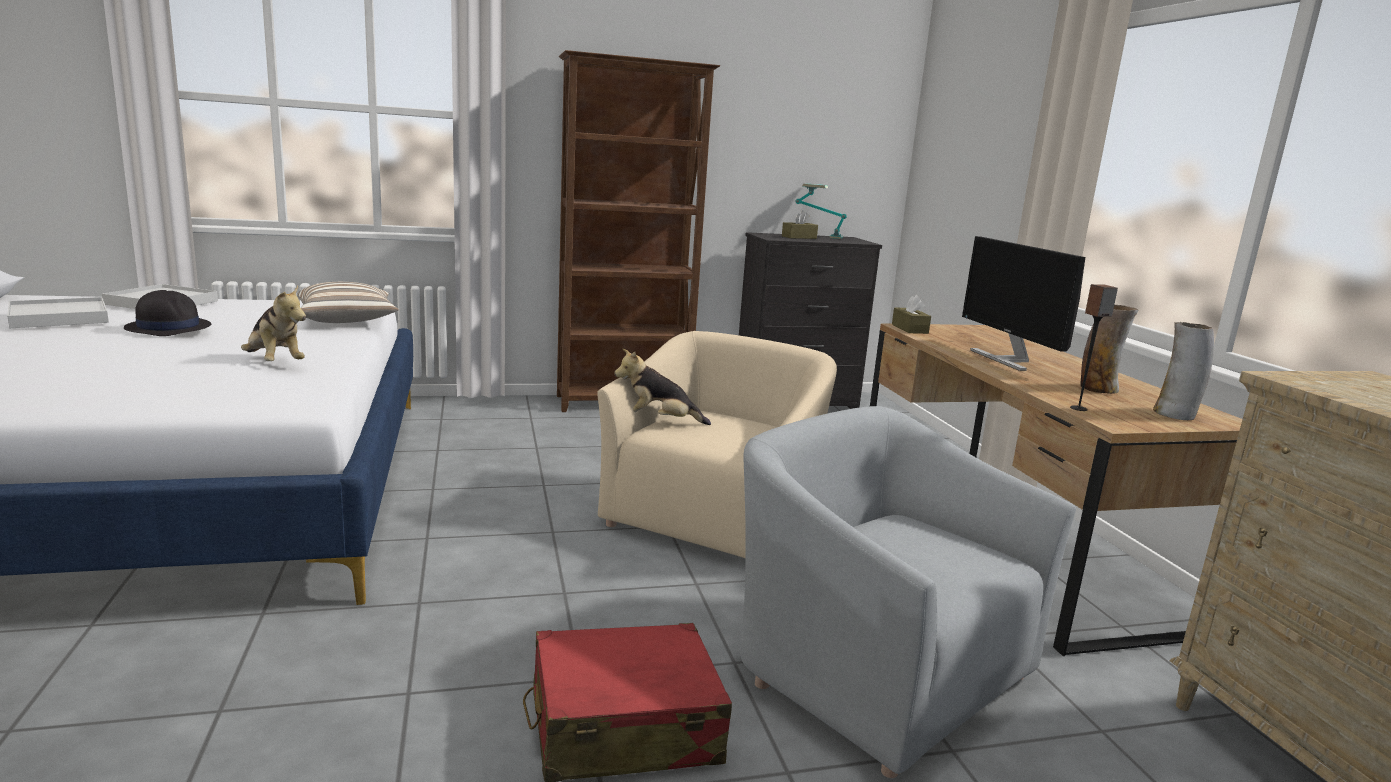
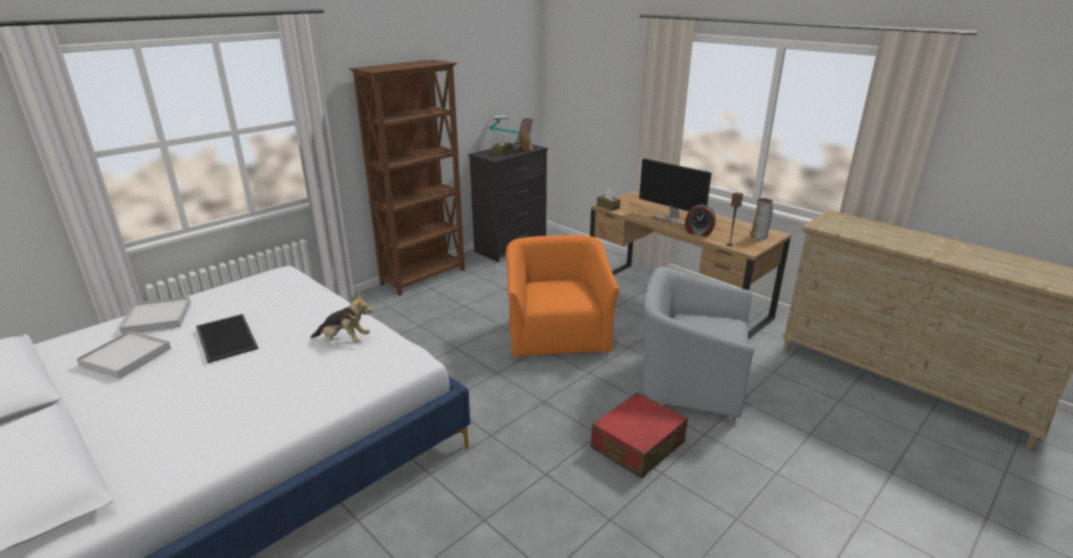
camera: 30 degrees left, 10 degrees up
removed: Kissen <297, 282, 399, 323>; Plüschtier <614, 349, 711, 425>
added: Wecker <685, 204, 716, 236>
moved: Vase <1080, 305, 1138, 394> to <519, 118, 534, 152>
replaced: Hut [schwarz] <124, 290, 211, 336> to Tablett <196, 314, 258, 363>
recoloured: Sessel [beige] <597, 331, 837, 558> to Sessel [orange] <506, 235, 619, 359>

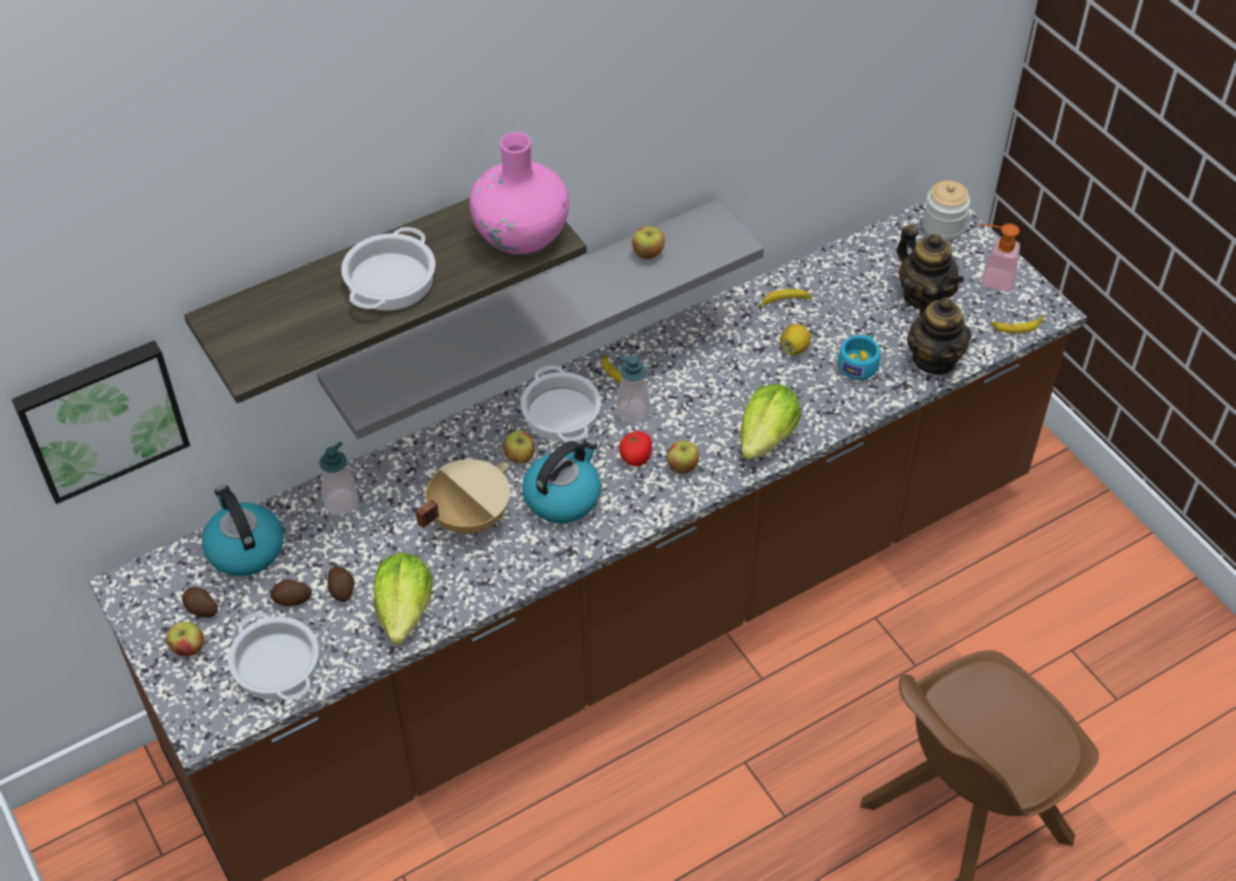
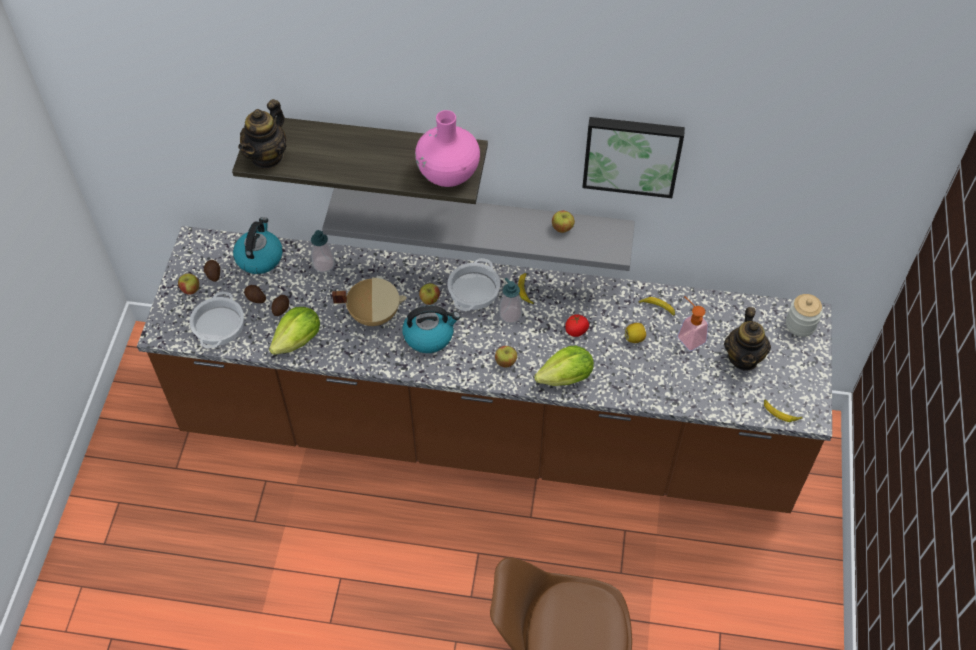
camera: 40 degrees right, 5 degrees up
removed: Kochtopf <341, 227, 435, 310>; Tasse [türkis] <838, 335, 880, 380>
moved: Bild <12, 340, 190, 504> to <582, 117, 685, 198>; Tomate <619, 431, 652, 466> to <565, 315, 589, 337>; Teekanne <907, 283, 971, 375> to <238, 99, 286, 169>; Seifenspender <979, 224, 1020, 292> to <677, 296, 708, 351>

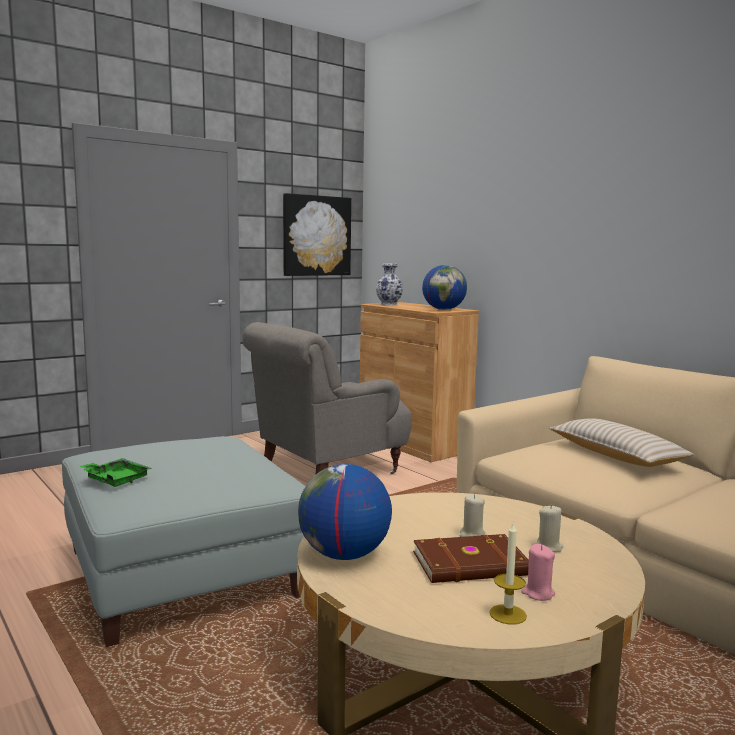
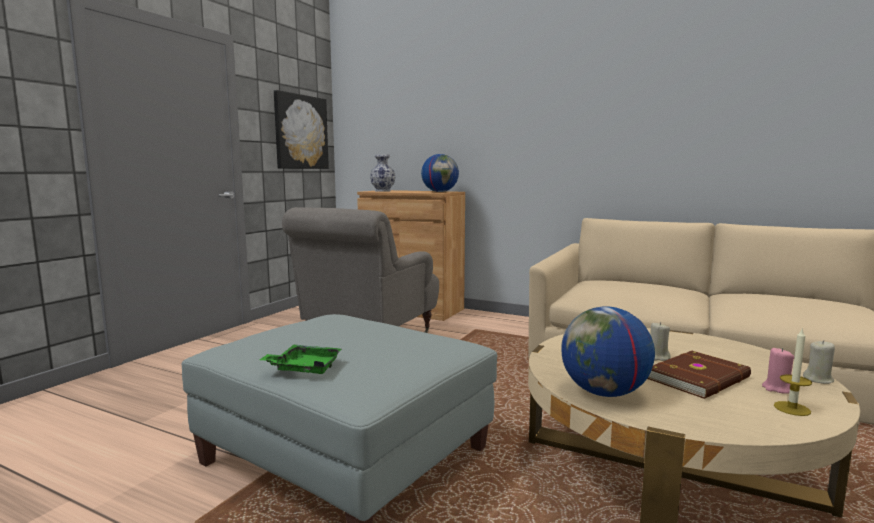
camera: 25 degrees left, 0 degrees up
removed: Kissen [beige] <549, 418, 694, 467>
moved: Kerze [beige] <535, 505, 564, 552> to <803, 340, 835, 384>

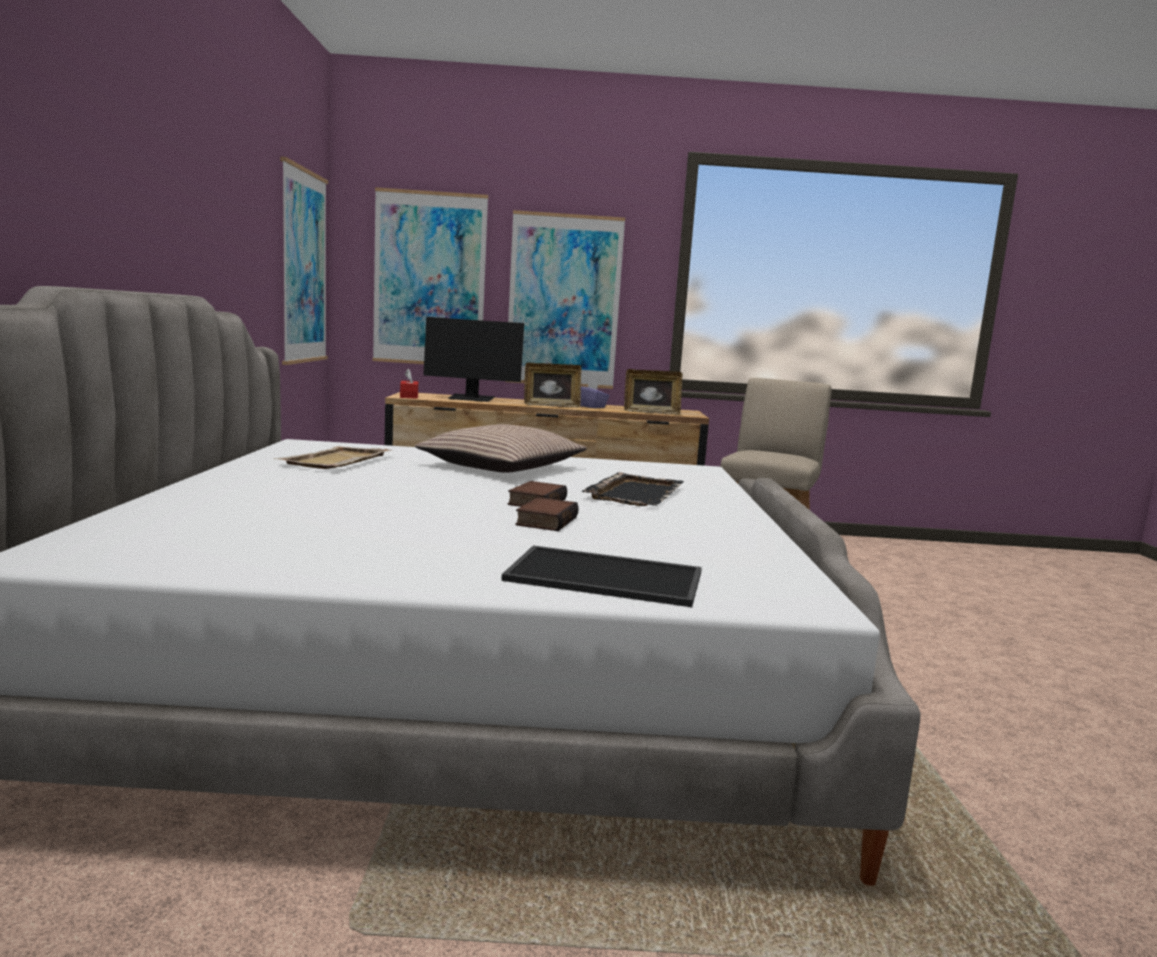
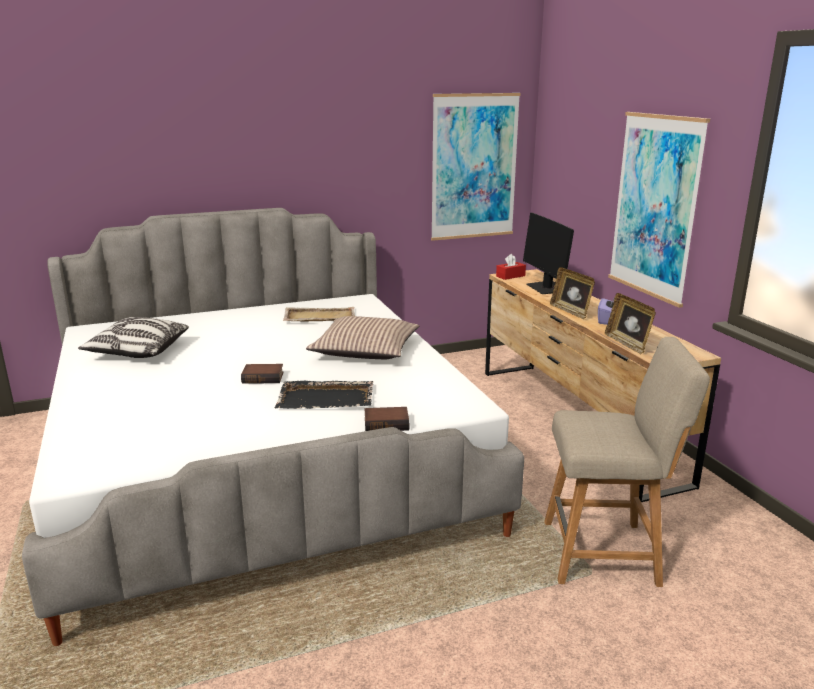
camera: 70 degrees right, 10 degrees up
removed: Bild <373, 187, 488, 364>; Tablett <501, 545, 702, 607>
added: Kissen <78, 317, 189, 358>
moved: Buch <515, 497, 579, 531> to <365, 407, 409, 431>

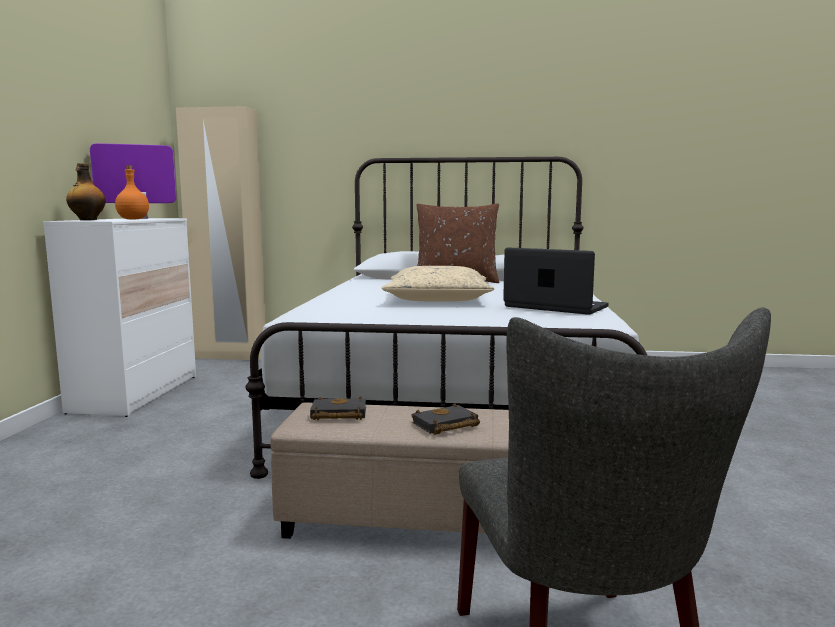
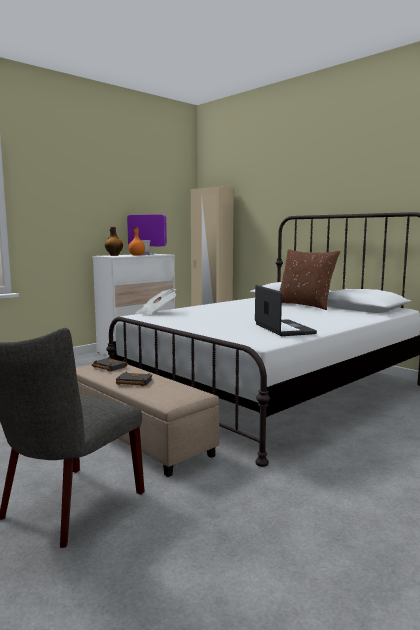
camera: 40 degrees right, 0 degrees up
removed: Kissen [beige] <382, 266, 494, 302>
added: Zeitung <135, 289, 177, 314>

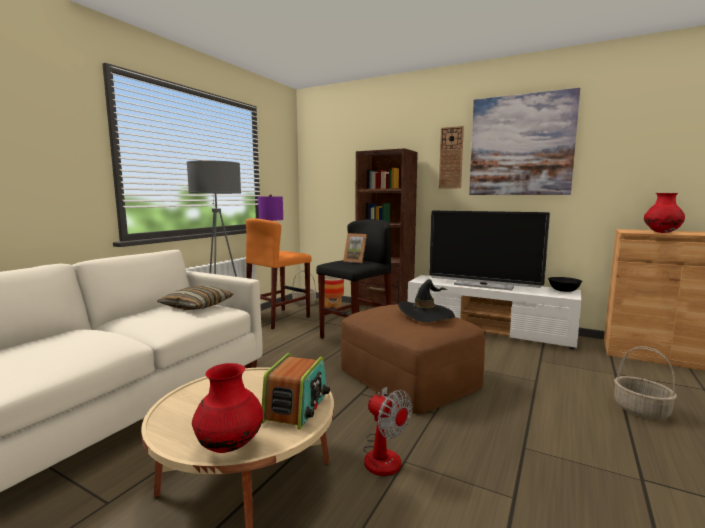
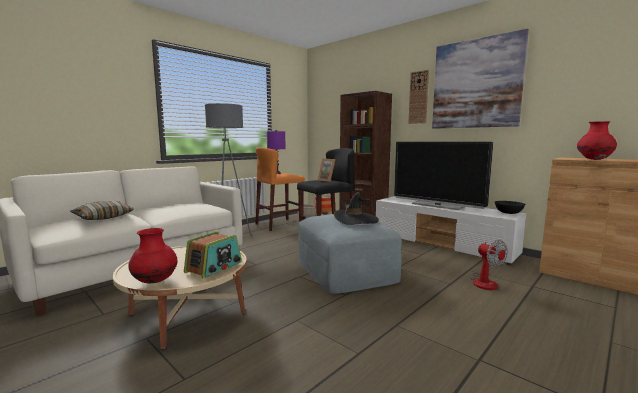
camera: 15 degrees right, 0 degrees up
removed: Korb <614, 346, 677, 420>
moved: Kissen <157, 286, 233, 310> to <70, 201, 134, 220>; Ventilator <363, 387, 412, 476> to <471, 240, 508, 290>
recoloured: Polsterhocker [braun] <341, 304, 485, 414> to Polsterhocker [grau] <298, 214, 402, 294>

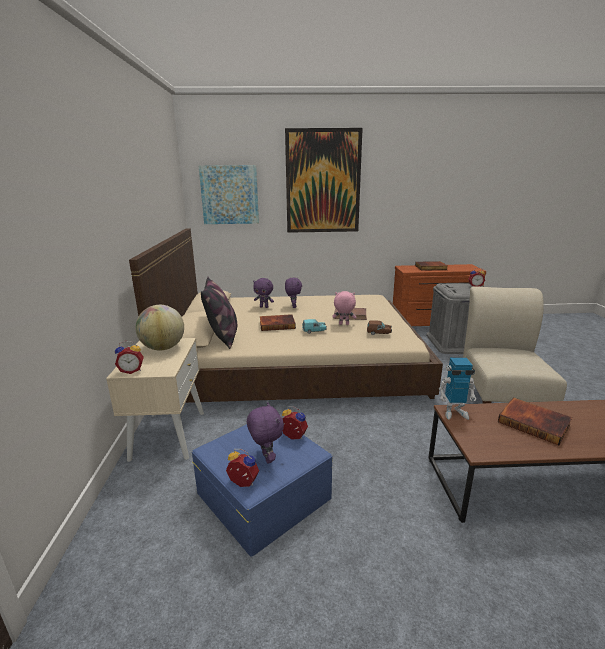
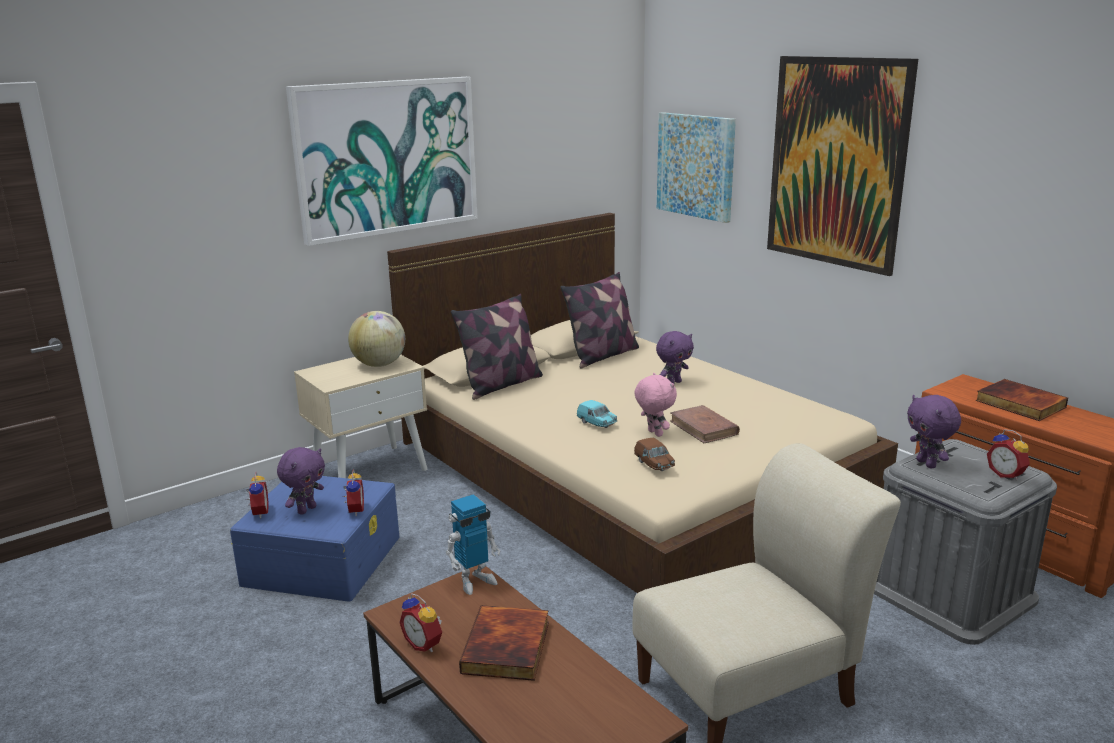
camera: 55 degrees right, 0 degrees up
removed: Buch <260, 314, 296, 331>
added: Bild <286, 77, 478, 246>; Kissen <561, 272, 639, 368>
moved: Wecker <115, 341, 144, 374> to <399, 593, 442, 652>; Plüschtier [lila] <253, 278, 274, 308> to <907, 395, 961, 468>
turned: Spielzeugroboter <439, 358, 476, 420> = <445, 494, 500, 595> 90 degrees counterclockwise

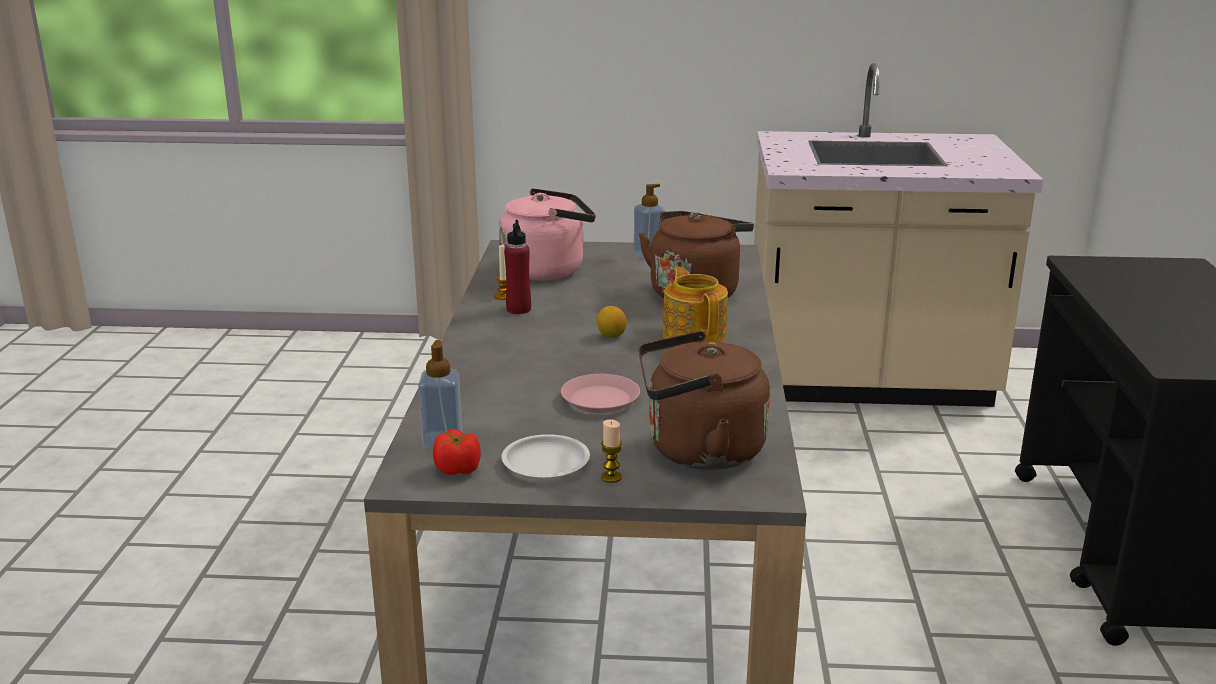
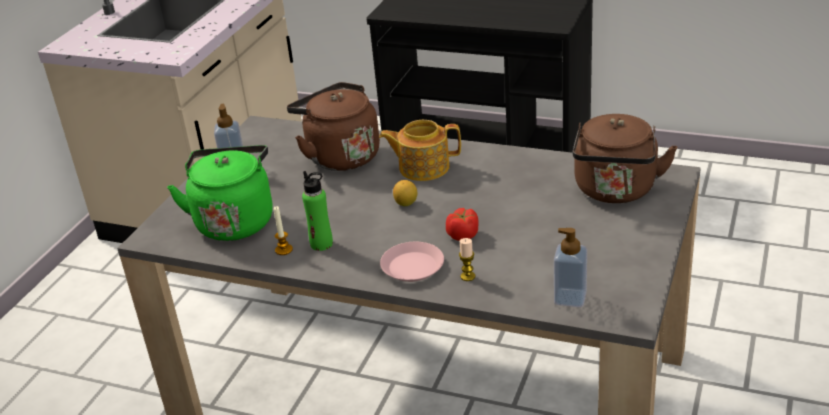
camera: 70 degrees left, 10 degrees up
removed: Teller [weiß] <502, 434, 590, 479>
moved: Tomate <433, 429, 481, 475> to <446, 208, 479, 241>; Teller [rosa] <561, 374, 640, 413> to <380, 242, 444, 282>; Kerze <601, 419, 622, 483> to <459, 238, 475, 281>
recoloured: Wasserkessel [rosa] <499, 188, 596, 281> to Wasserkessel [grün] <167, 145, 273, 241>; Flasche [rot] <504, 220, 531, 314> to Flasche [grün] <302, 171, 333, 251>

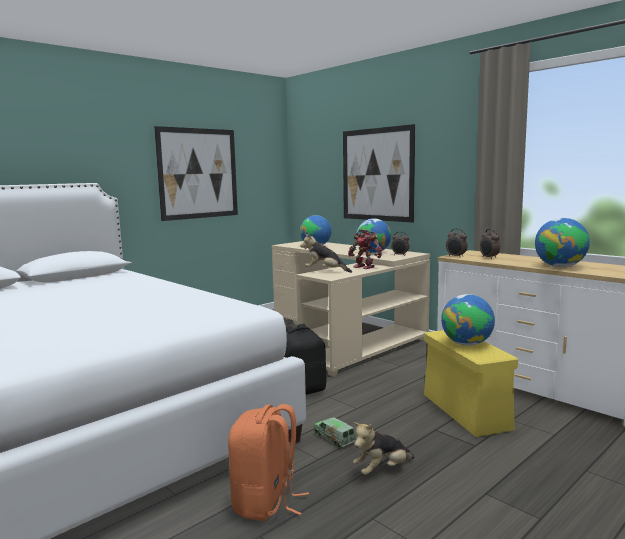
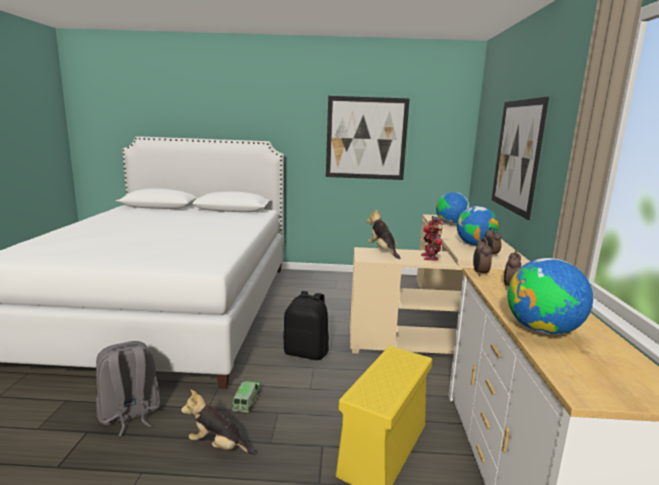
camera: 45 degrees right, 5 degrees up
removed: Globus <441, 294, 495, 346>
recoloured: Rucksack [orange] <228, 404, 309, 521> to Rucksack [grau] <96, 341, 161, 436>

